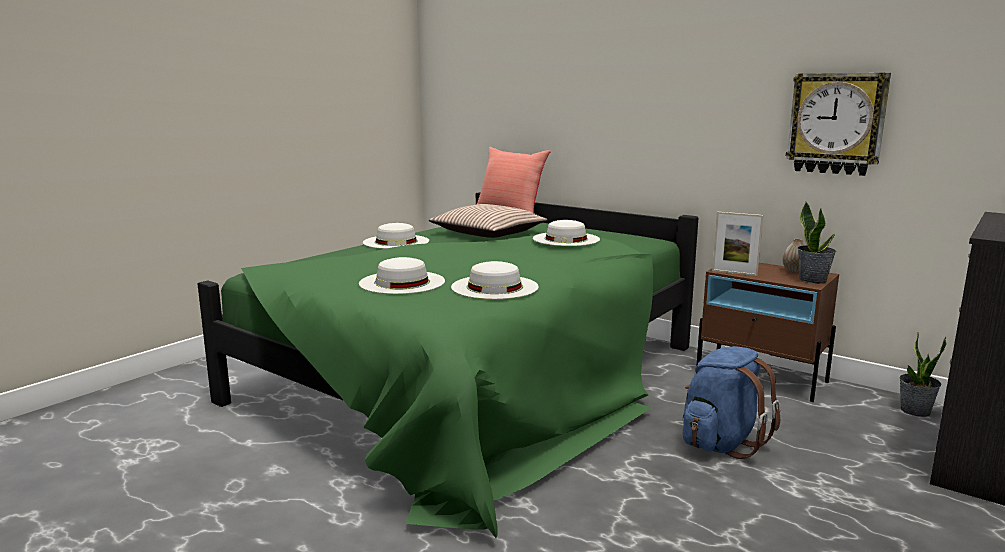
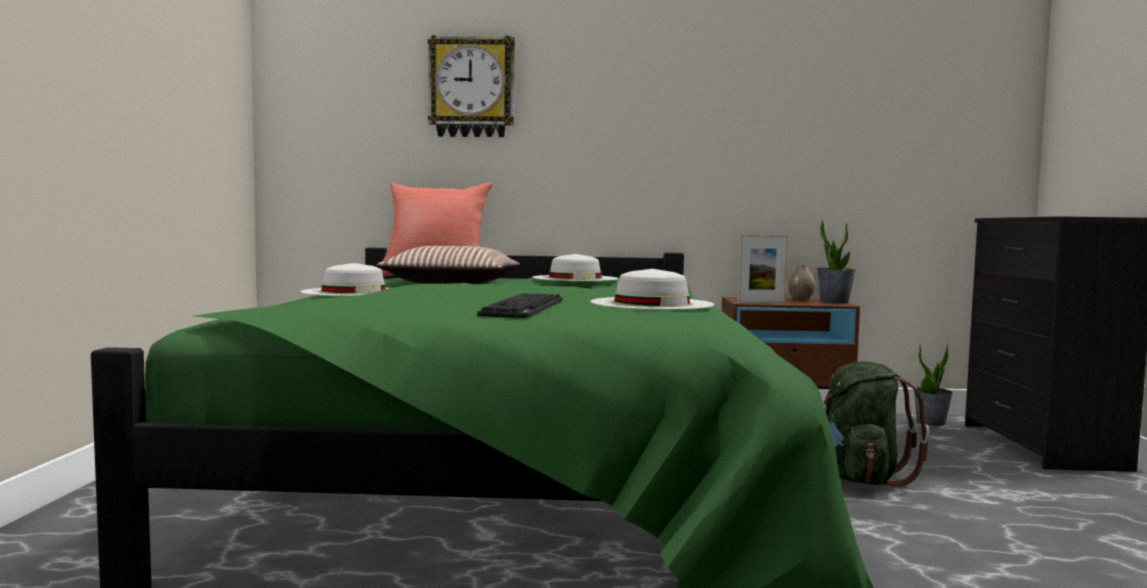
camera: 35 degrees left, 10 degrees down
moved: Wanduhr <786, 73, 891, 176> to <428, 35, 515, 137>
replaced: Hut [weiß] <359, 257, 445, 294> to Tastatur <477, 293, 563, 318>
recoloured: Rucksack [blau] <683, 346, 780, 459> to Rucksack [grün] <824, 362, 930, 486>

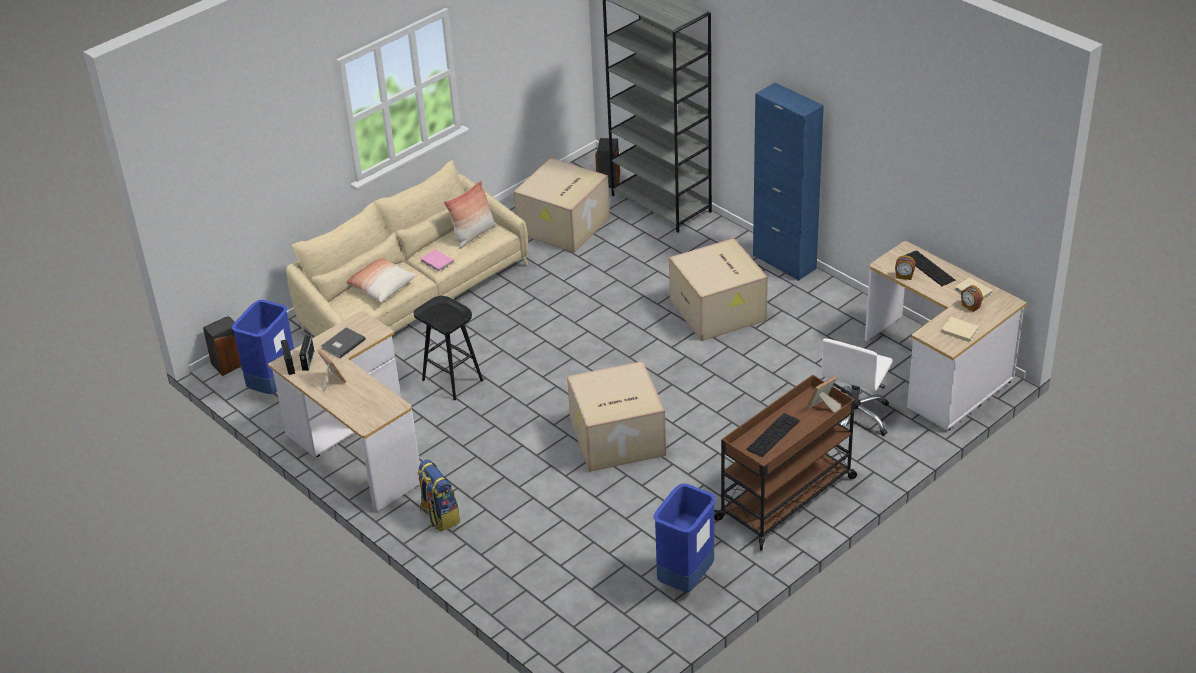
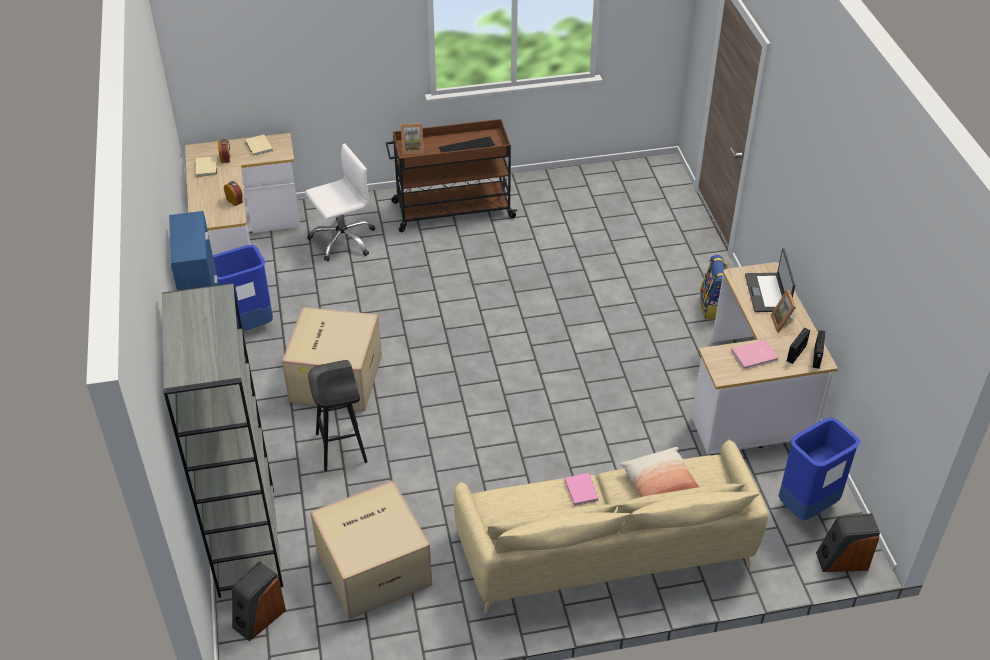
camera: 150 degrees left, 5 degrees up
removed: Kissen <444, 180, 497, 249>; Karton <567, 361, 666, 472>; Tastatur <906, 250, 955, 286>
added: Laptop <745, 248, 795, 312>
moved: Hocker [schwarz] <413, 296, 483, 400> to <308, 360, 368, 471>; Mülleimer [blau] <653, 483, 716, 592> to <213, 245, 273, 331>
recoloured: Buch [grau] <321, 327, 366, 358> to Buch [rosa] <731, 339, 779, 370>

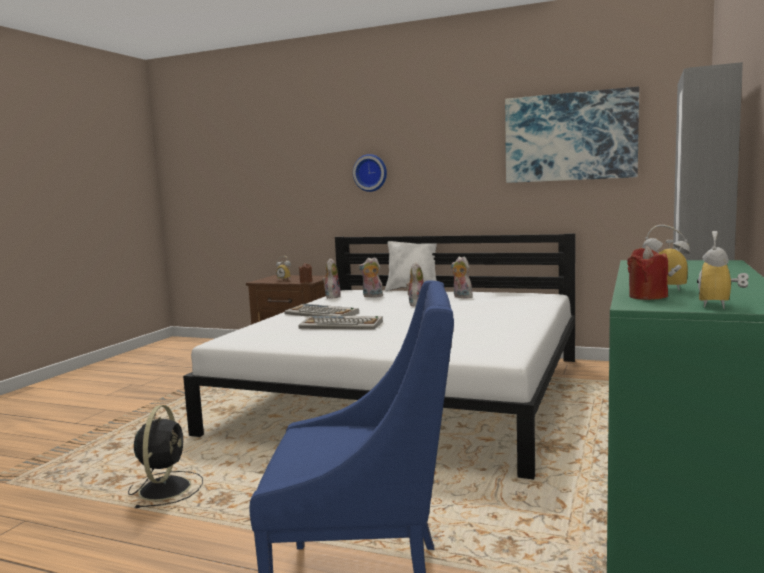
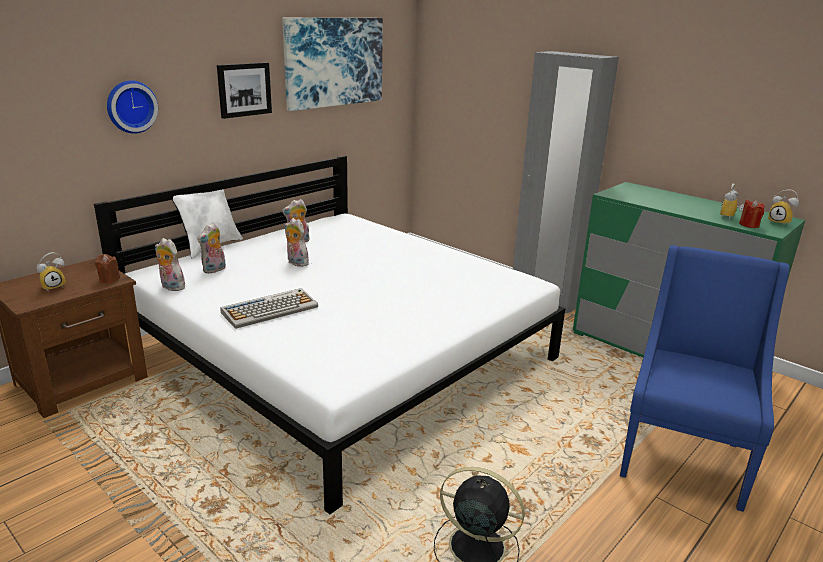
camera: 70 degrees left, 15 degrees up
removed: Tastatur <299, 316, 383, 330>
added: Bild <217, 62, 272, 119>

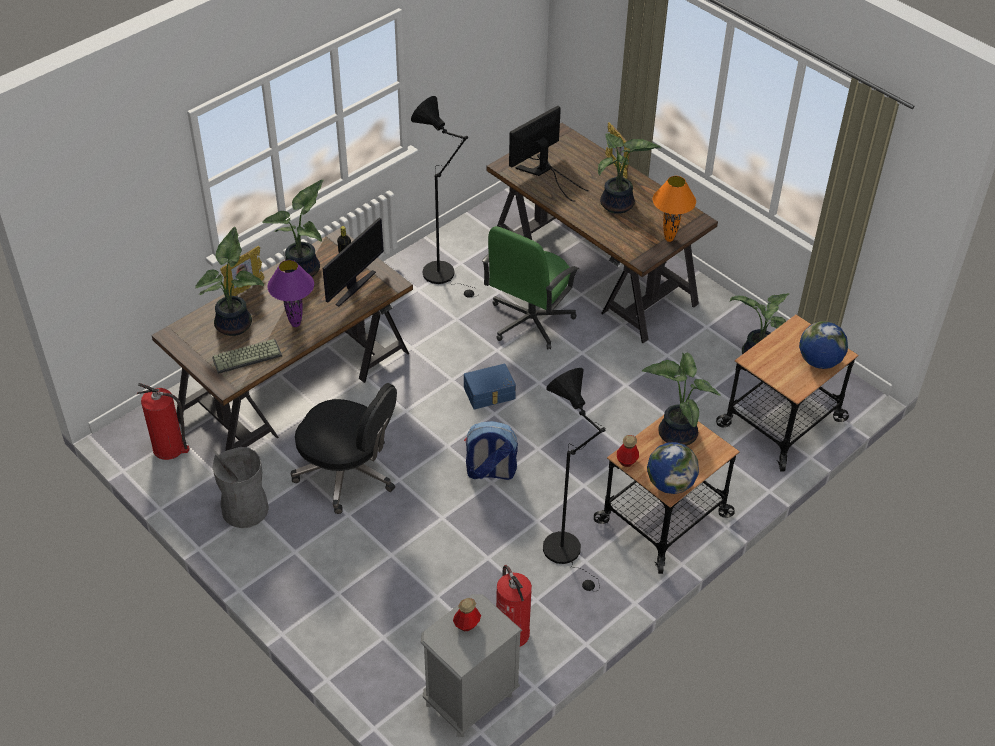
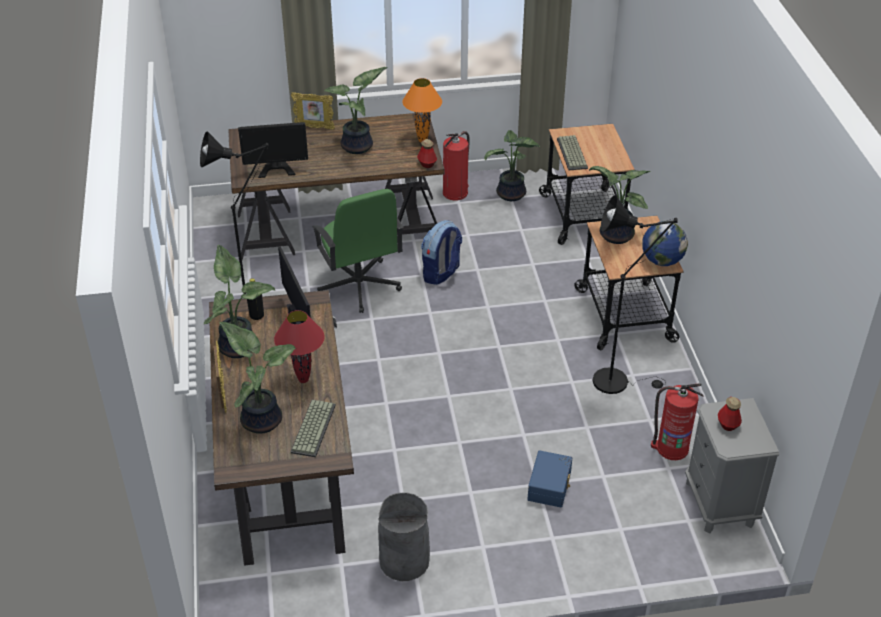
camera: 55 degrees left, 5 degrees down
removed: Bürostuhl [schwarz] <291, 383, 397, 514>; Globus <799, 321, 848, 369>
added: Tastatur <557, 135, 588, 170>
moved: Feuerlöscher <137, 383, 189, 460> to <443, 131, 470, 200>; Aufbewahrungsbox [blau] <464, 364, 516, 409> to <528, 450, 572, 508>; Rucksack <464, 421, 518, 480> to <421, 220, 462, 285>; Flasche <617, 435, 639, 467> to <417, 139, 437, 168>
recoloured: Tischlampe [lila] <268, 260, 314, 327> to Tischlampe [rot] <274, 310, 325, 383>
turned: Monitor <509, 106, 589, 202> = <238, 122, 308, 178> 90 degrees counterclockwise

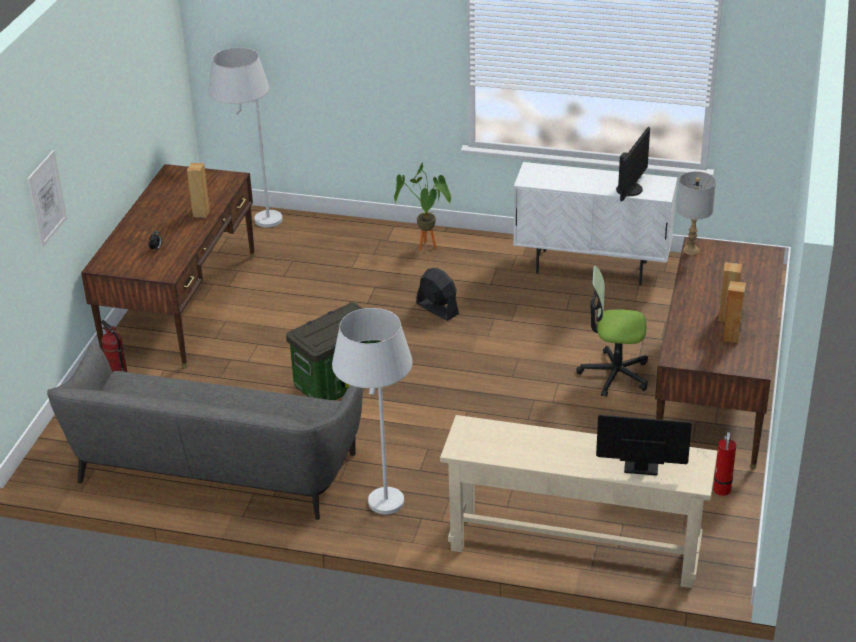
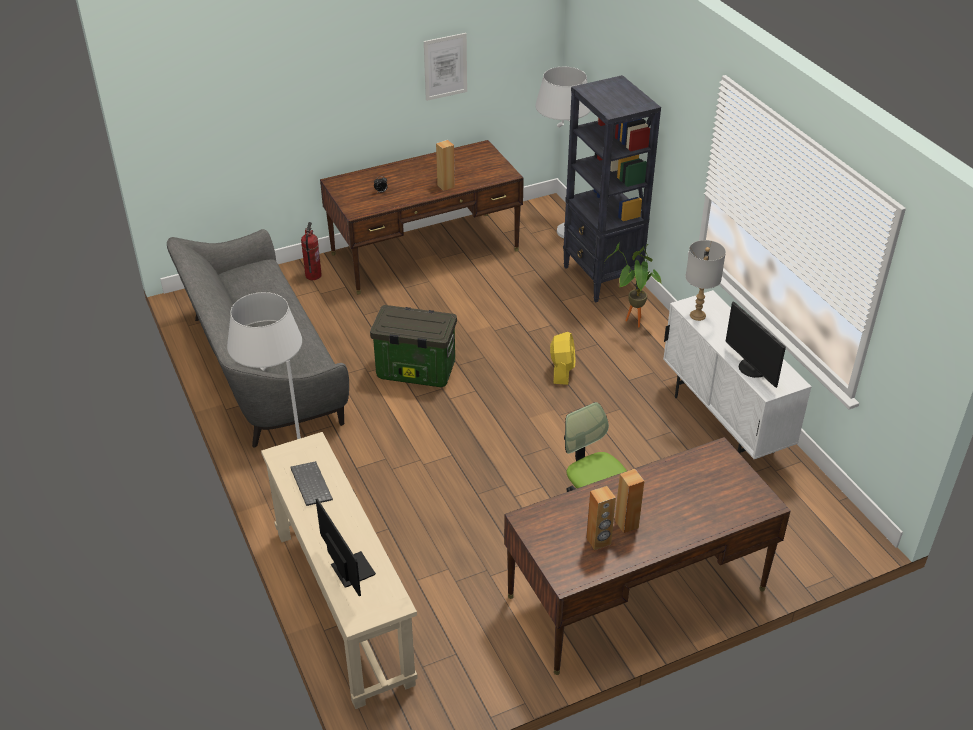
camera: 50 degrees right, 5 degrees up
removed: Feuerlöscher <713, 432, 736, 496>
added: Tastatur <290, 461, 333, 506>; Bücherregal [schwarz] <563, 75, 661, 303>
moved: Bild <27, 150, 67, 248> to <424, 33, 467, 101>; Tischlampe [grau] <677, 171, 716, 255> to <686, 240, 726, 321>
recoloured: Ventilator [schwarz] <416, 268, 459, 321> to Ventilator [gelb] <550, 332, 576, 385>
turned: Monitor <616, 127, 650, 202> = <725, 302, 786, 388> 75 degrees clockwise

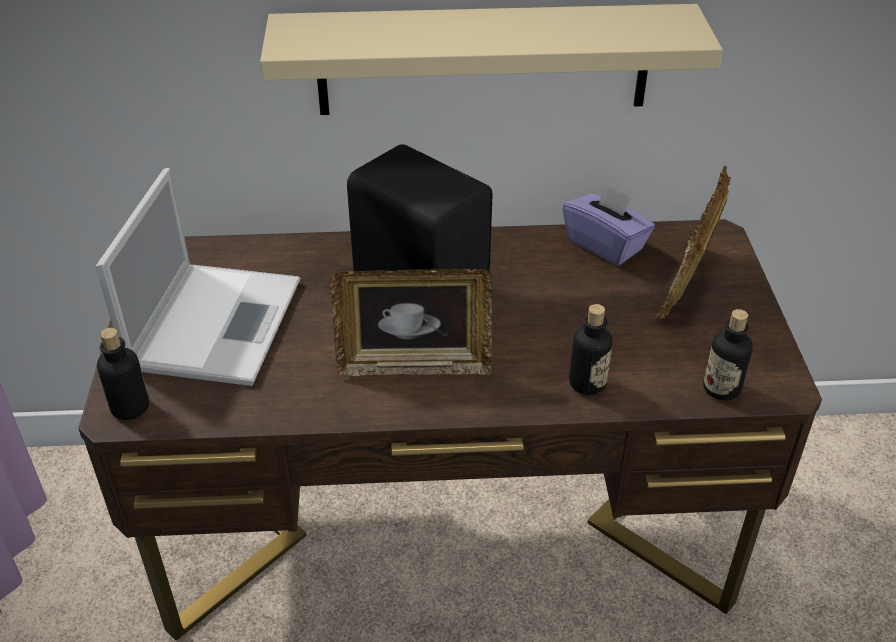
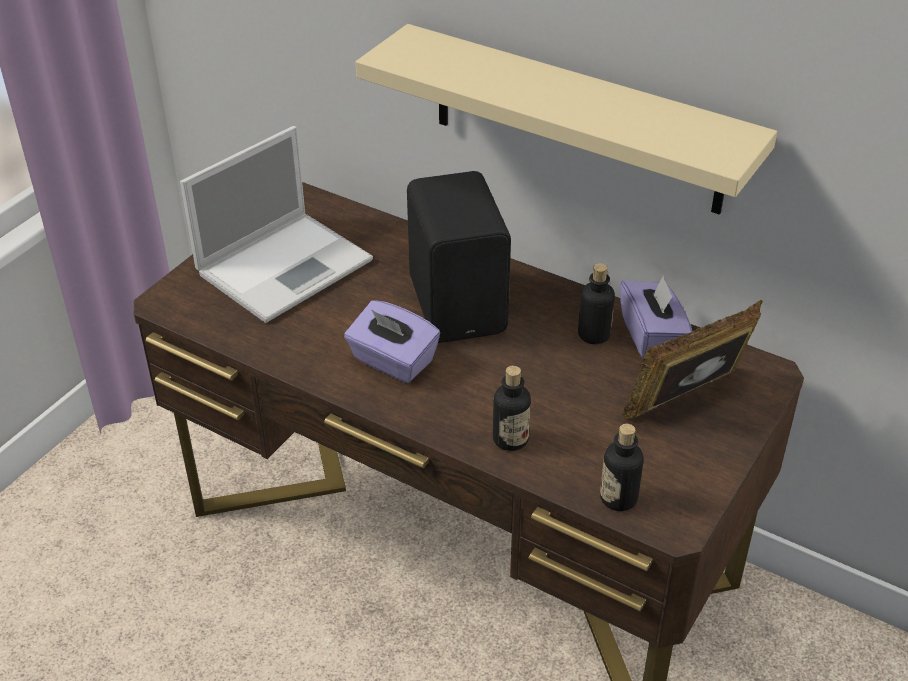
camera: 35 degrees right, 0 degrees up
moved: Flasche <97, 328, 149, 420> to <578, 263, 615, 344>
replaced: Bilderrahmen <330, 269, 492, 376> to Taschentuchbox [lila] <344, 300, 440, 383>

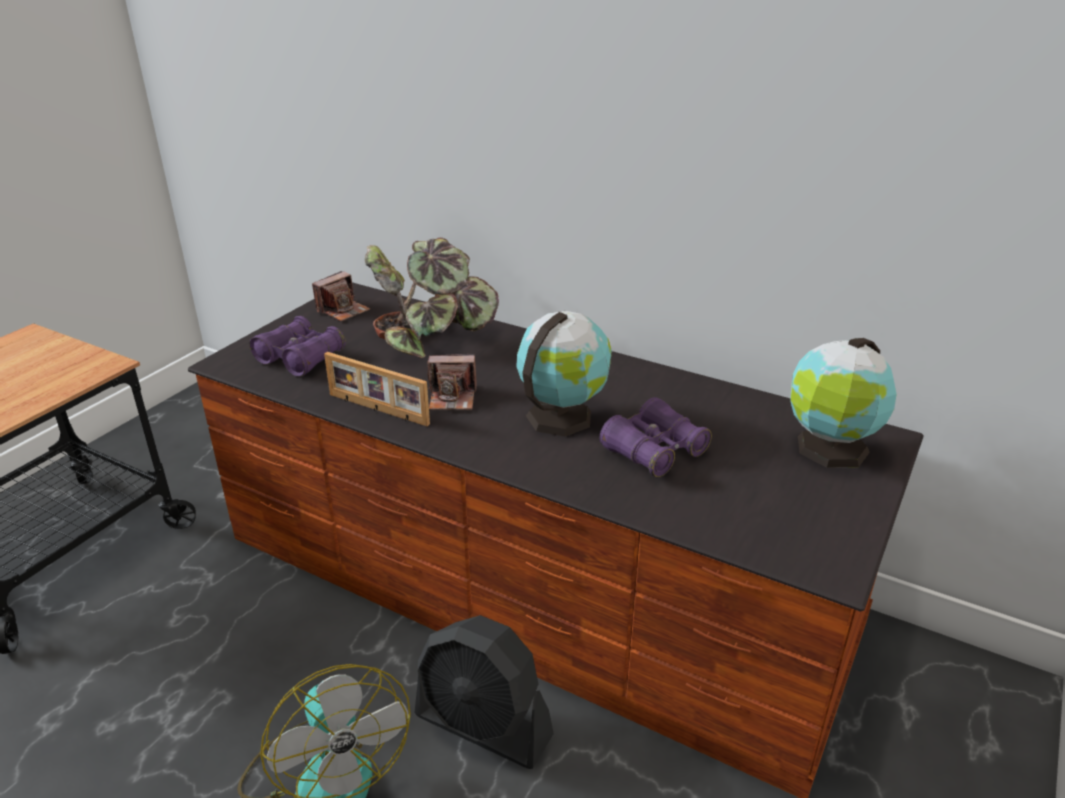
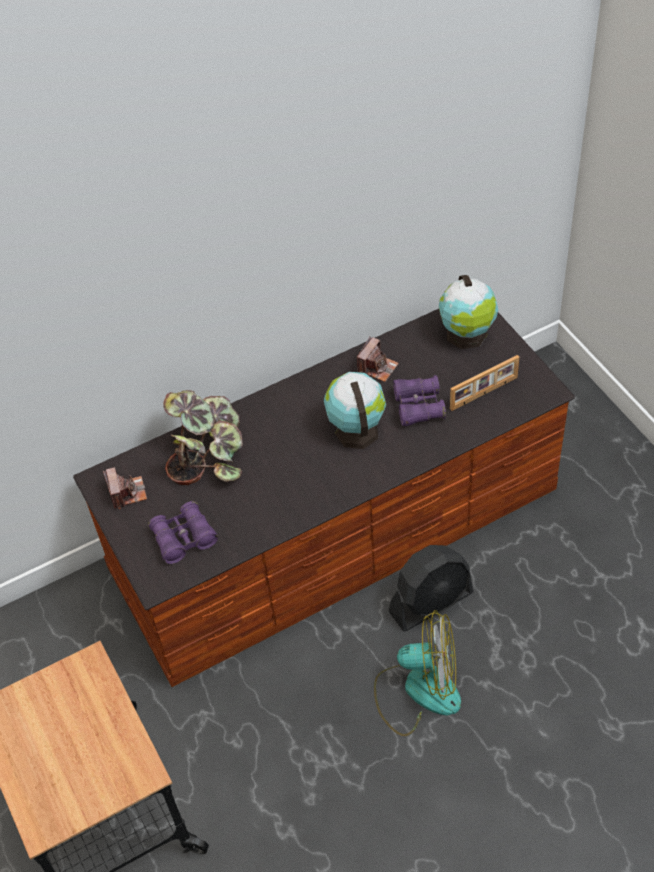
camera: 55 degrees left, 20 degrees up
moved: Bilderrahmen <324, 352, 430, 426> to <450, 355, 519, 411>; Kamera <427, 354, 477, 410> to <357, 337, 399, 382>

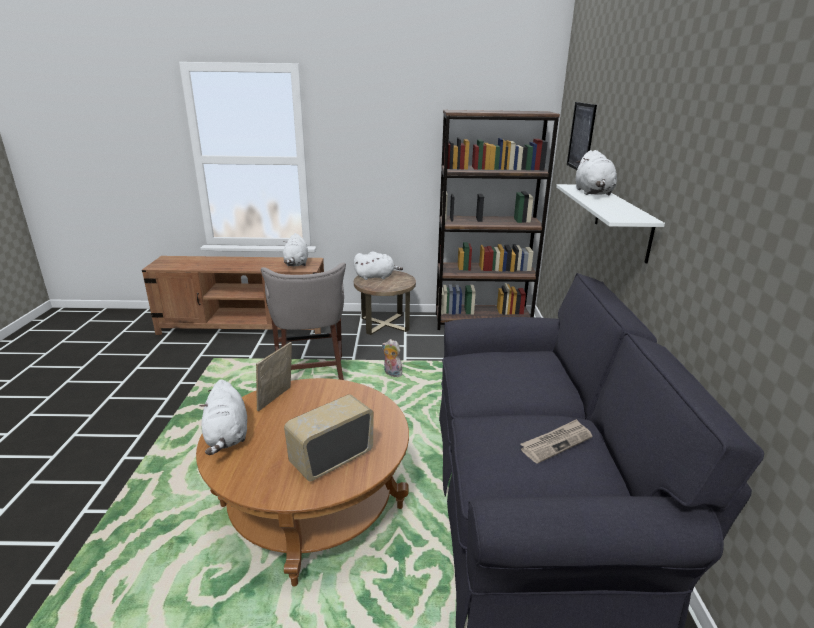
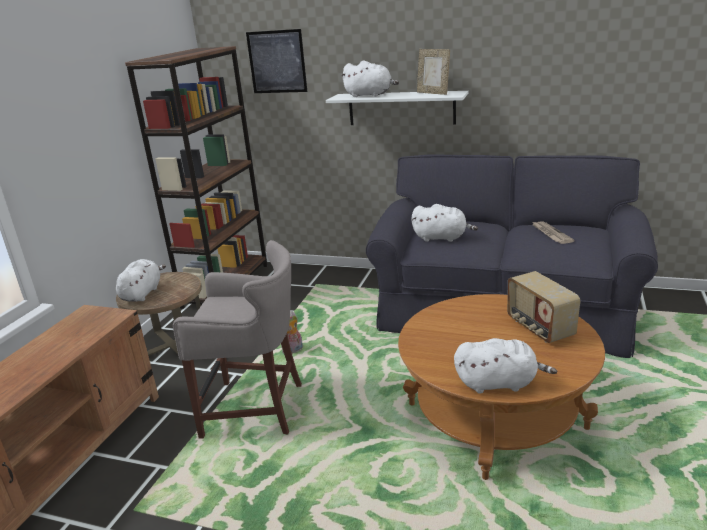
camera: 70 degrees left, 0 degrees up
moved: Bilderrahmen <256, 342, 292, 411> to <417, 49, 450, 95>; Plüschtier [weiß] <283, 233, 308, 266> to <412, 204, 478, 242>

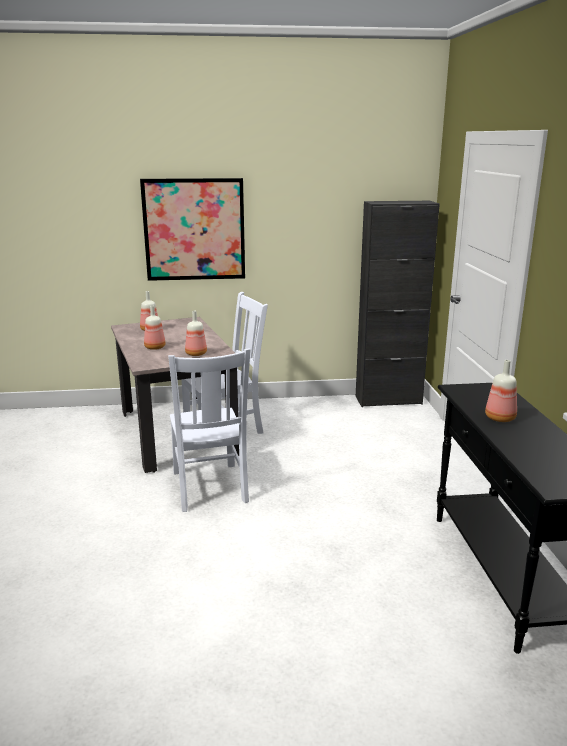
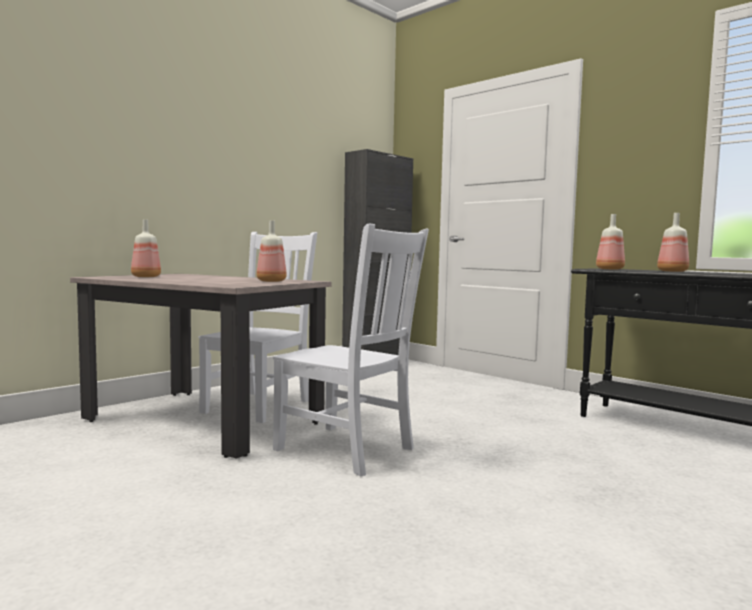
camera: 40 degrees left, 15 degrees down
removed: Bild <140, 178, 245, 281>
moved: Flasche <144, 305, 166, 350> to <596, 214, 625, 270>

